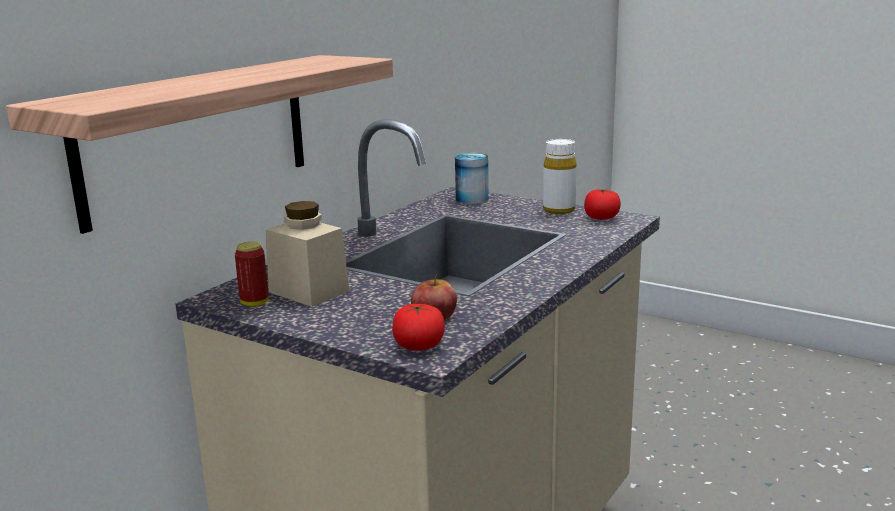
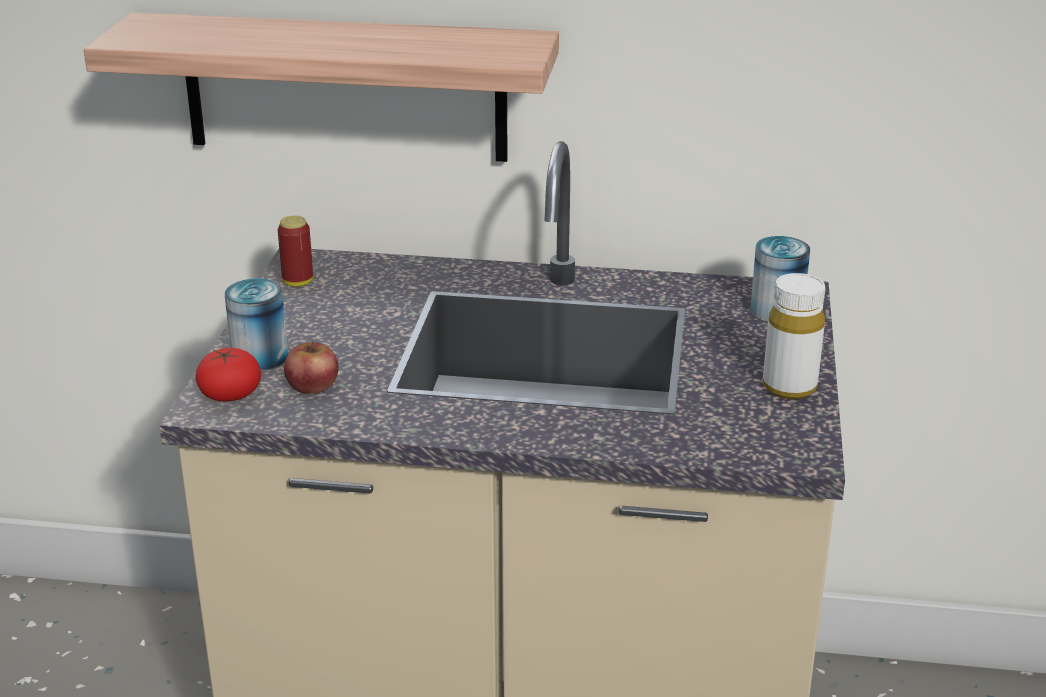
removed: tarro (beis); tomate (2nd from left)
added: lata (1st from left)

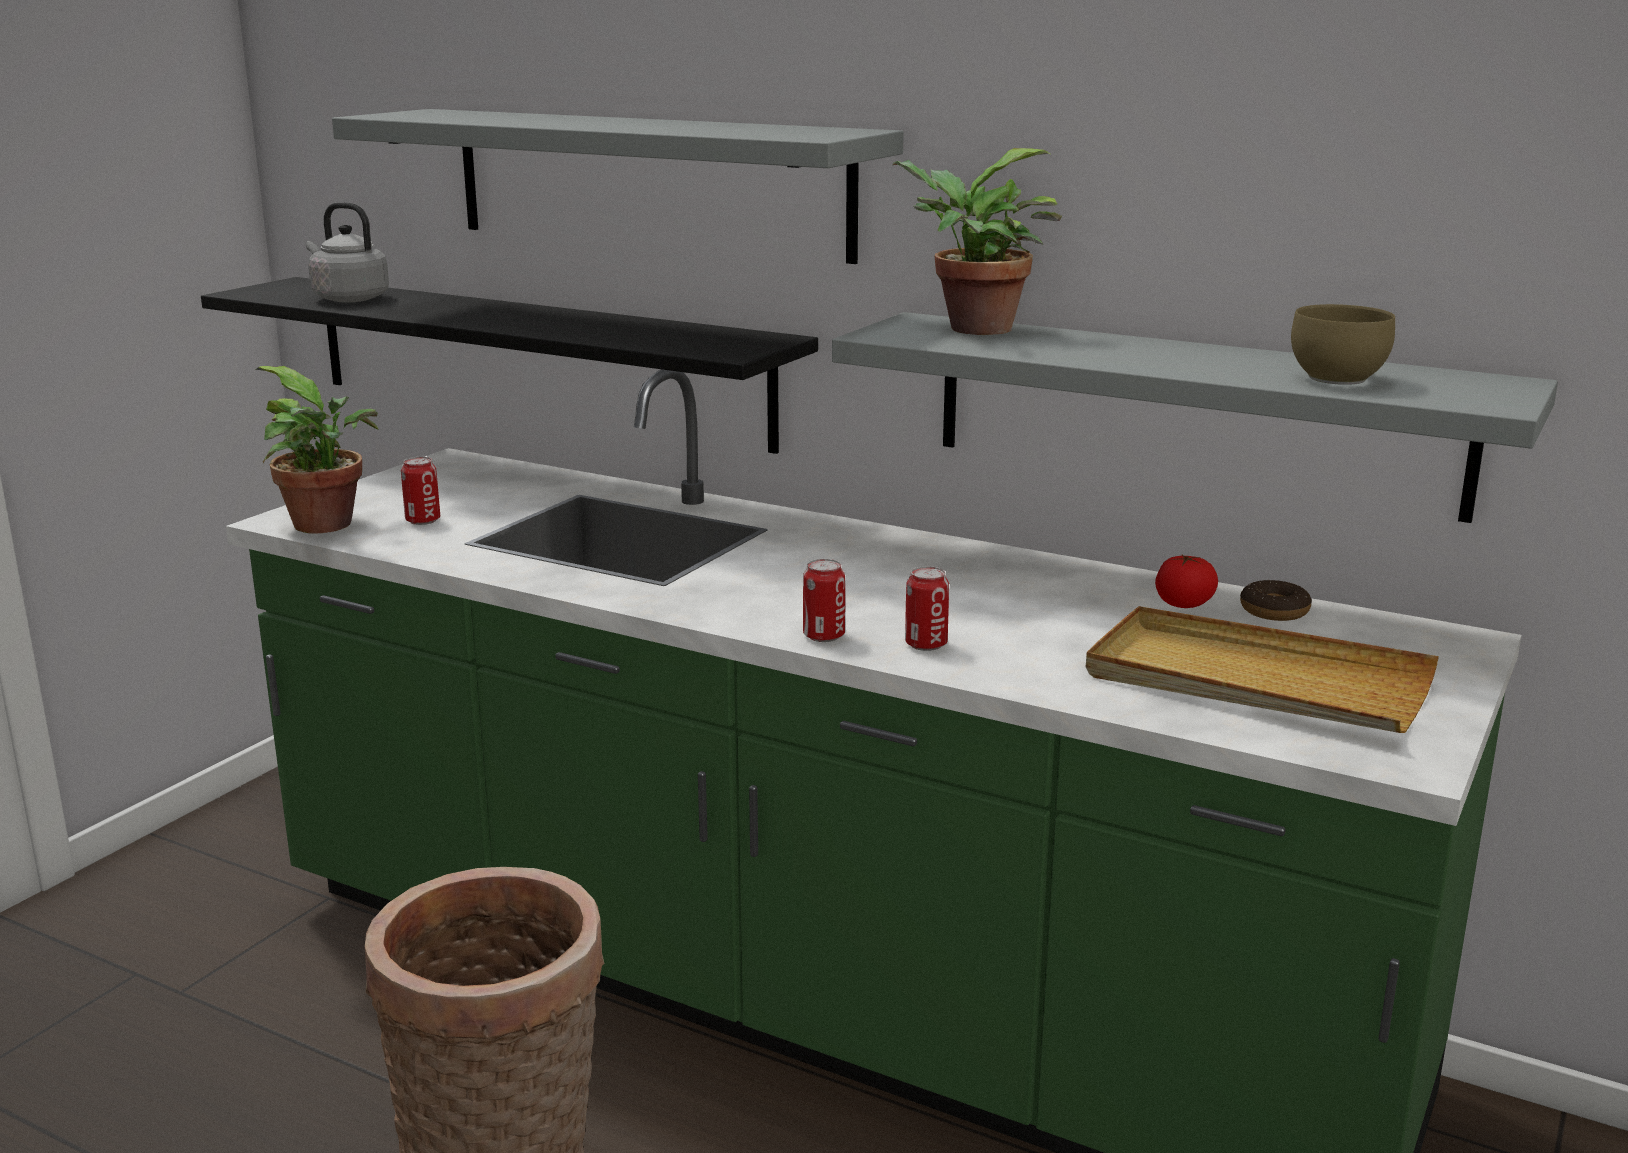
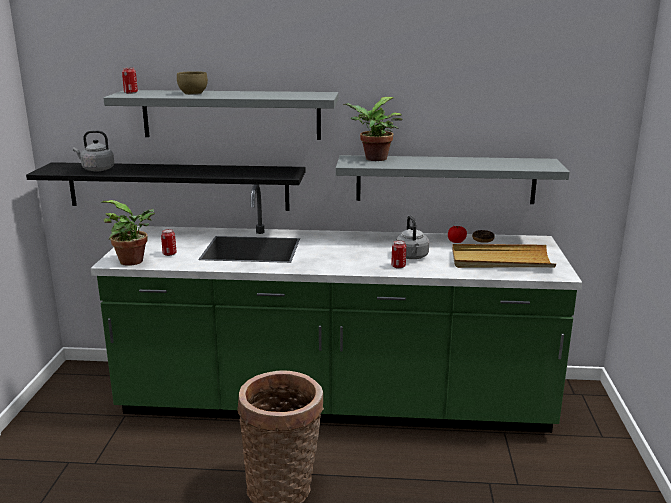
added: hervidor (gris) (2nd from left)
moved: lata (2nd from left in the first image) to lata (1st from left); cuenco (marrón)

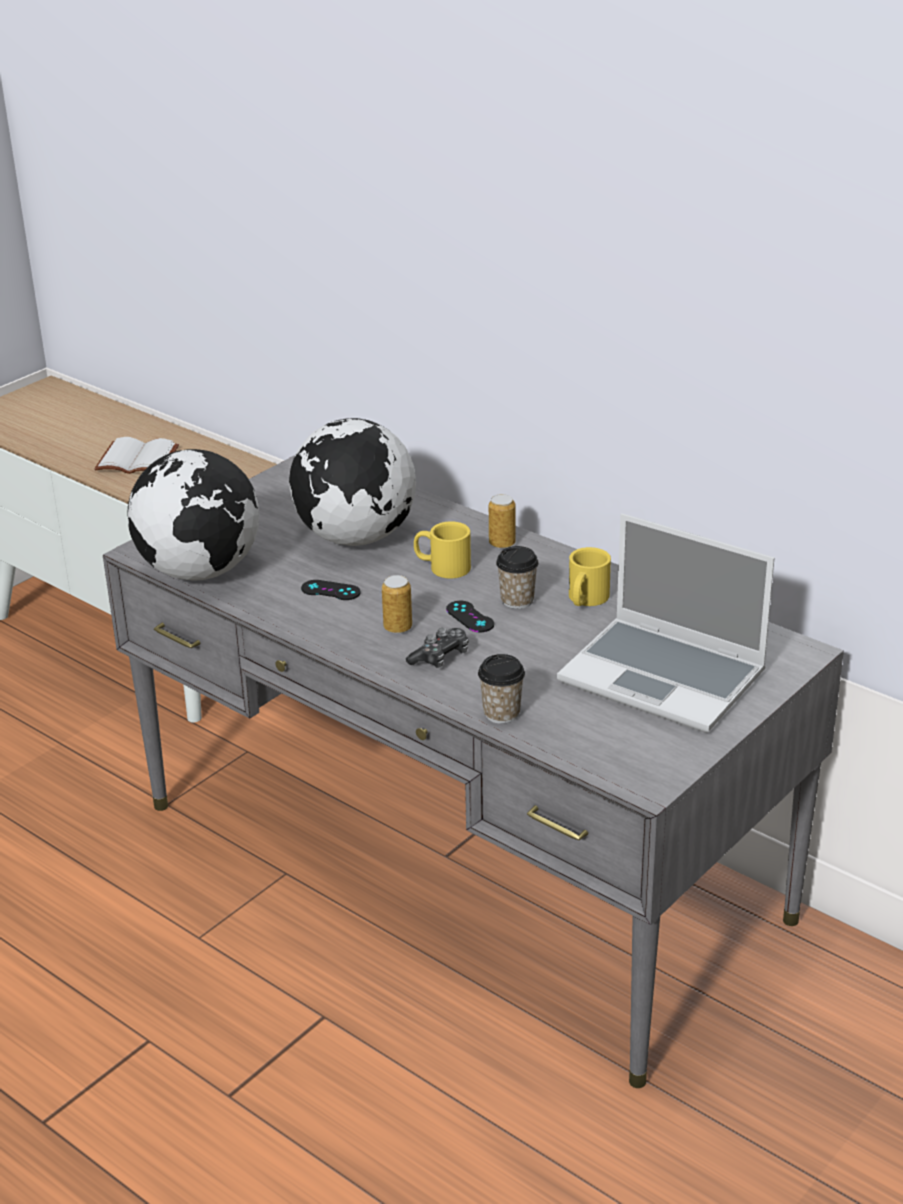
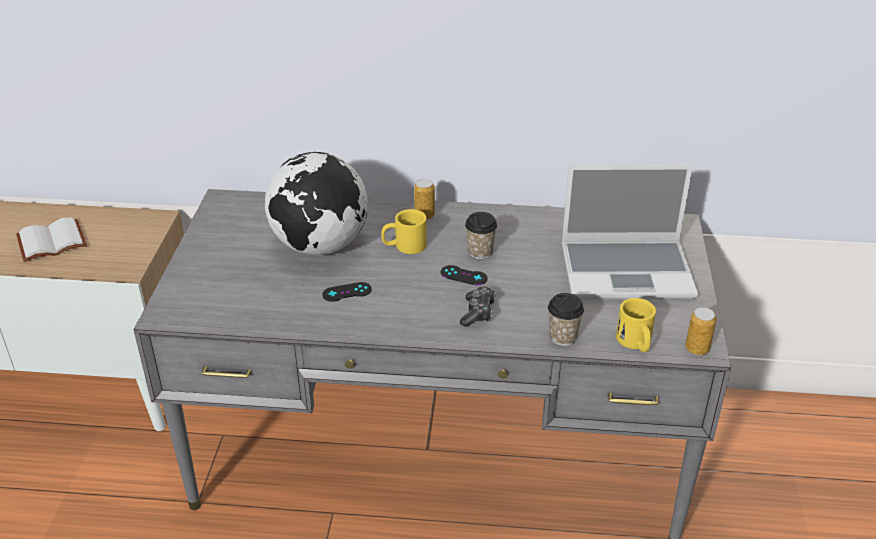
removed: globo terráqueo (1st from left)
moved: lata (1st from left in the first image) to lata (2nd from left); taza grande (amarillo) (2nd from left)

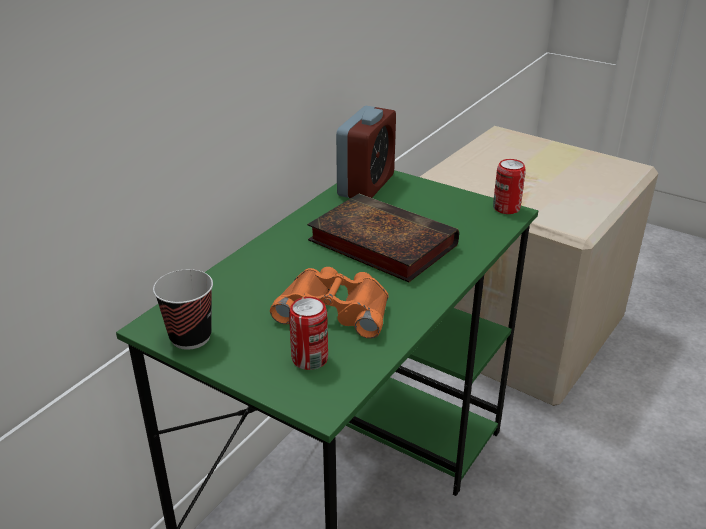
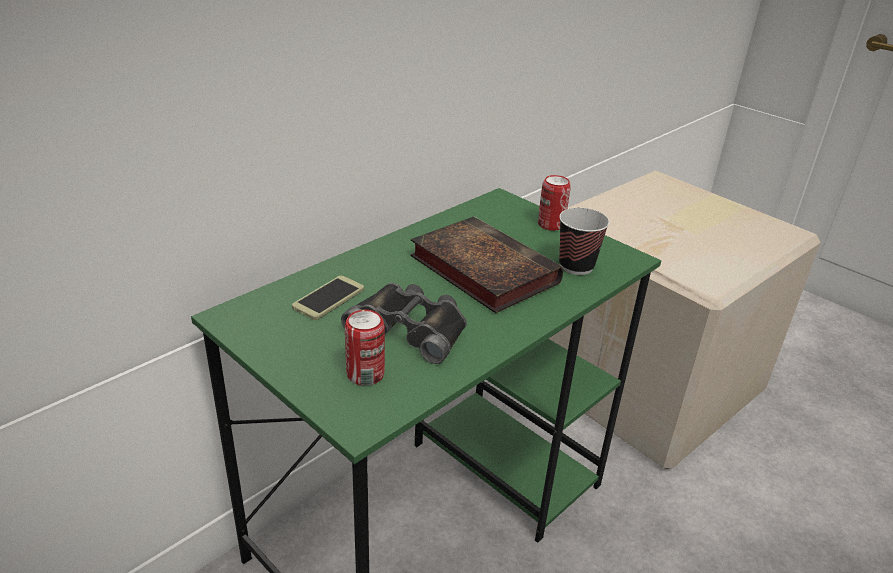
removed: despertador
added: móvil
moved: taza; lata (2nd from left)
recoloured: prismáticos (naranja) to prismáticos (negro)

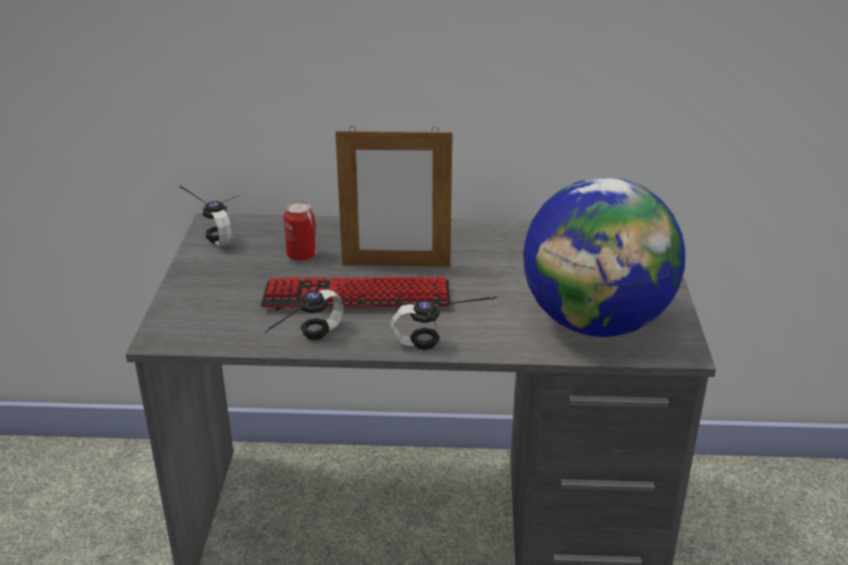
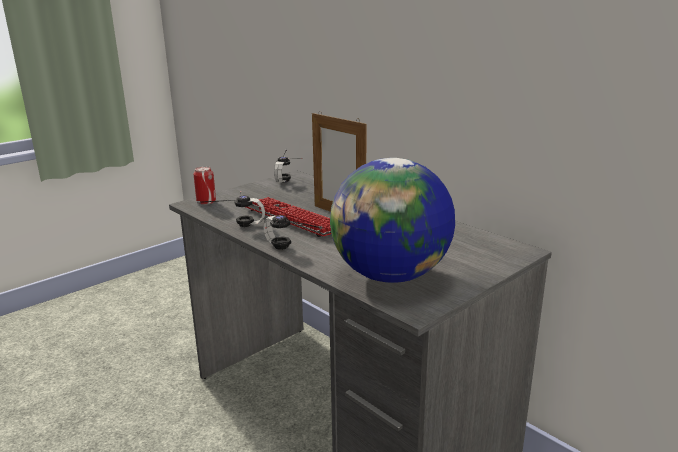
moved: lata

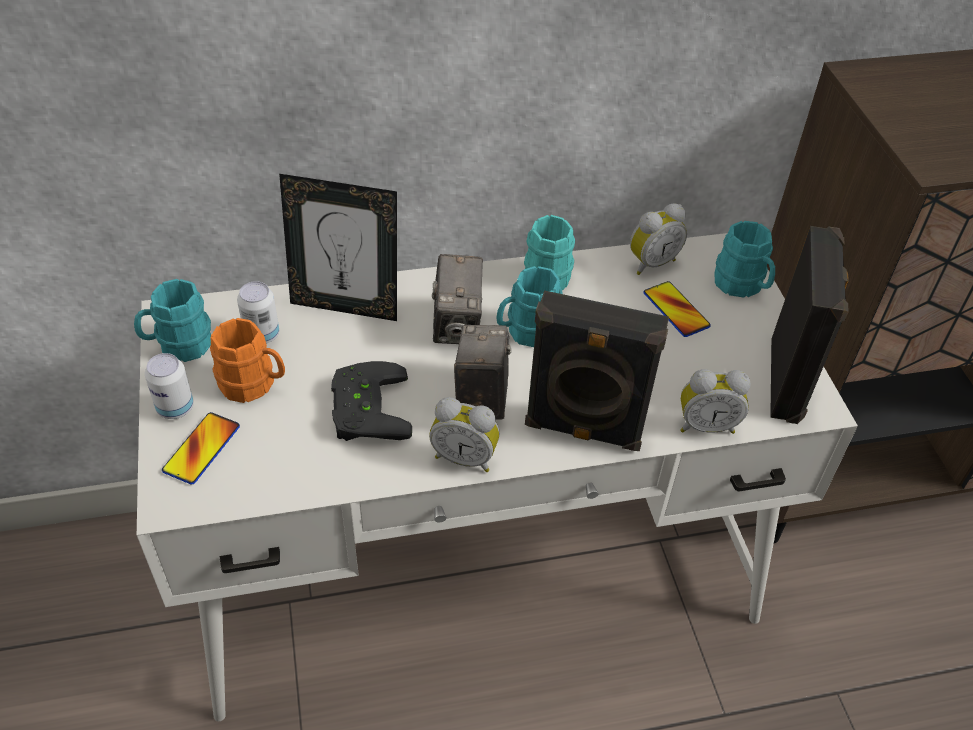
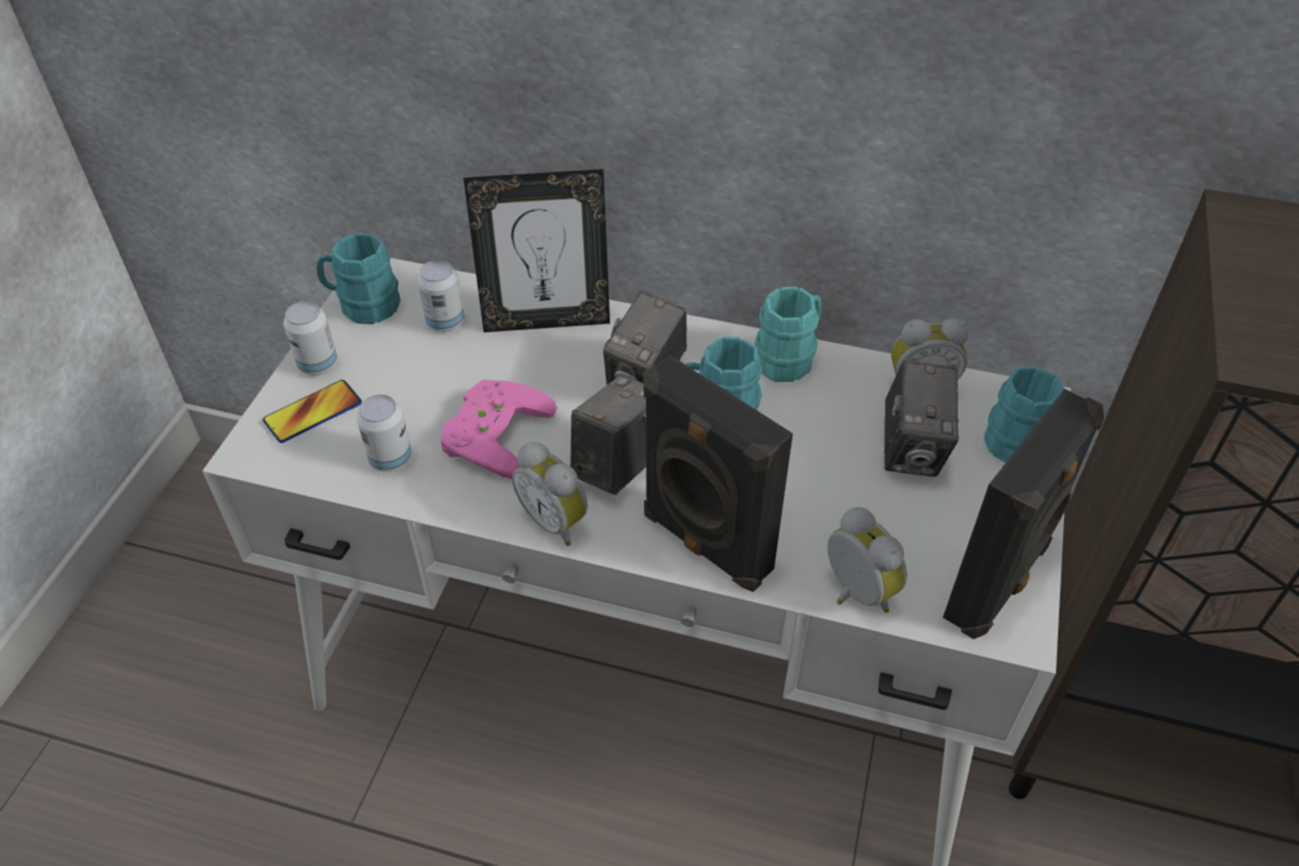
removed: taza grande (naranja)
added: lata (2nd from left)
replaced: móvil (2nd from left) to cámara (3rd from left)
recoloured: mando de consola (negro) to mando de consola (rosa)
turned: portarretratos 45 degrees counterclockwise; despertador (3rd from left in the first image) 150 degrees counterclockwise

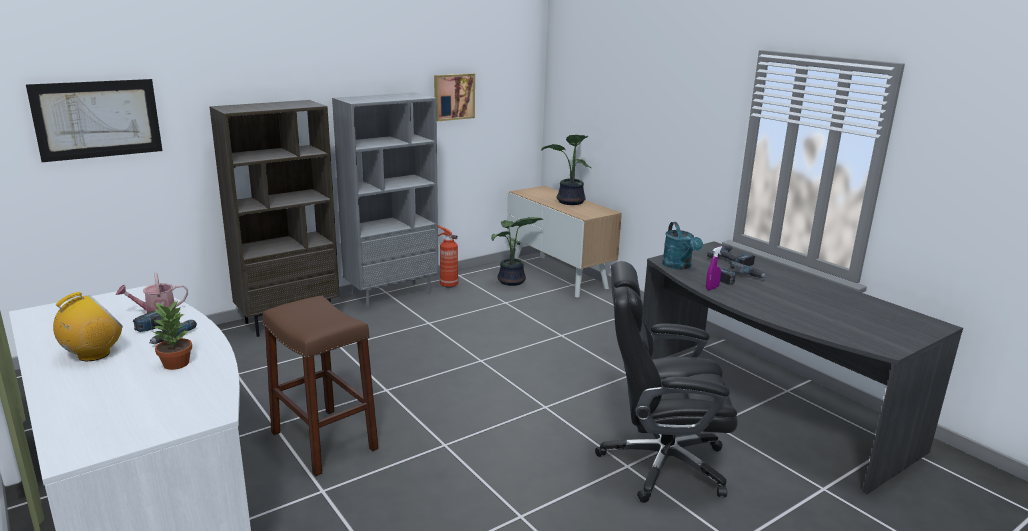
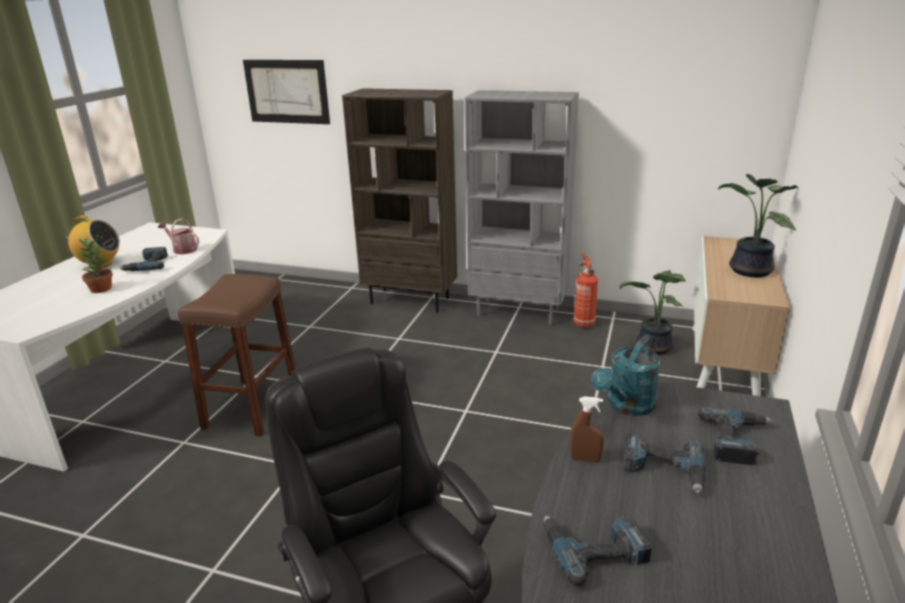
removed: cuadro (2nd from left)
added: taladro (2nd from left)
recoloured: pulverizador (morado) to pulverizador (marrón)

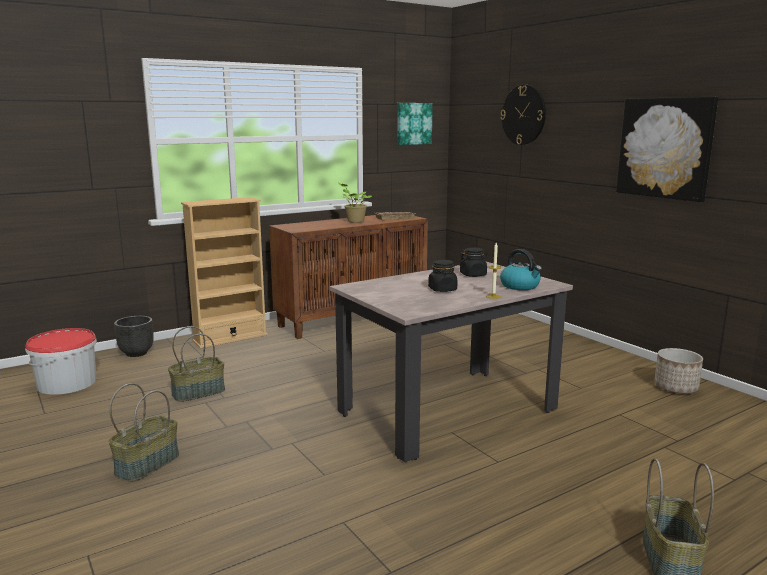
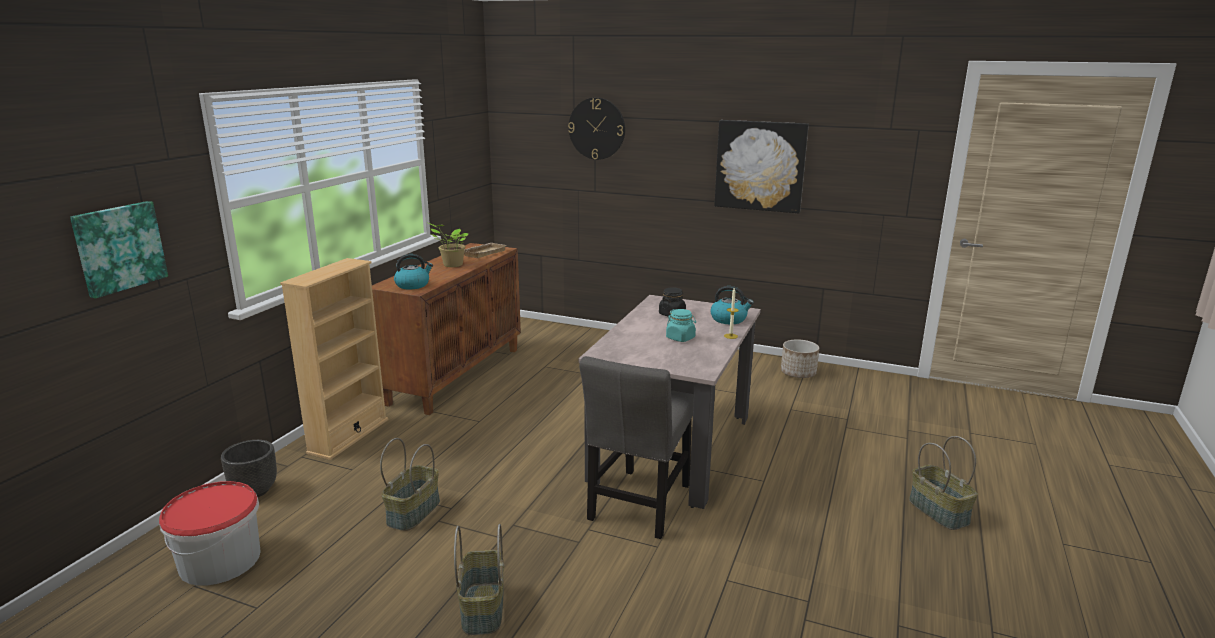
added: hervidor (1st from left); silla (gris)
moved: cuadro (1st from left)
recoloured: tarro (negro) (1st from left) to tarro (turquesa)

